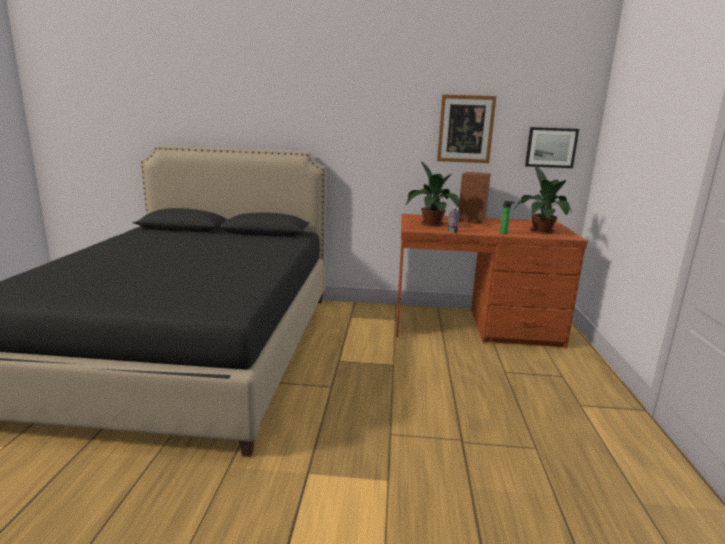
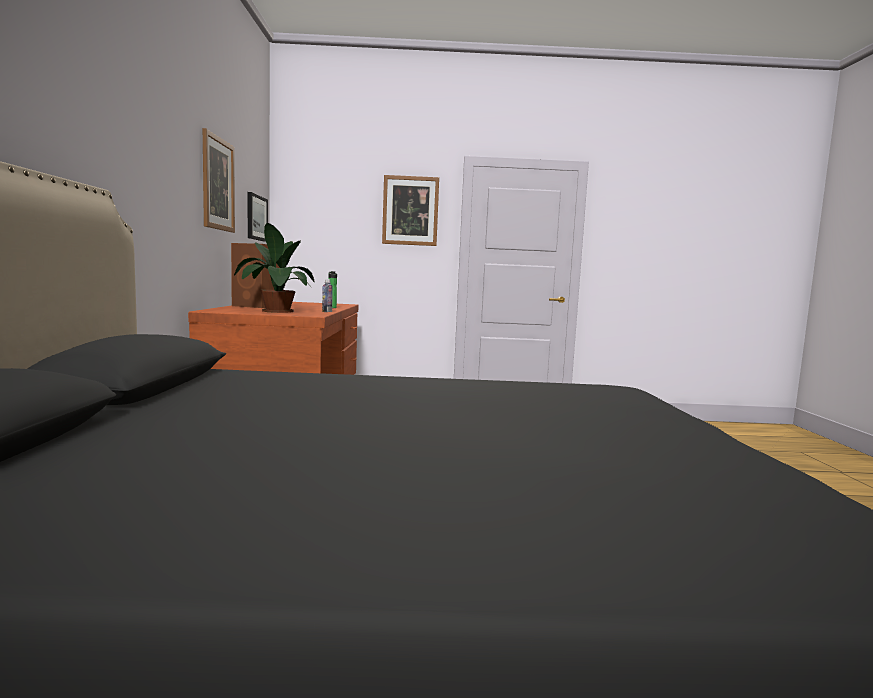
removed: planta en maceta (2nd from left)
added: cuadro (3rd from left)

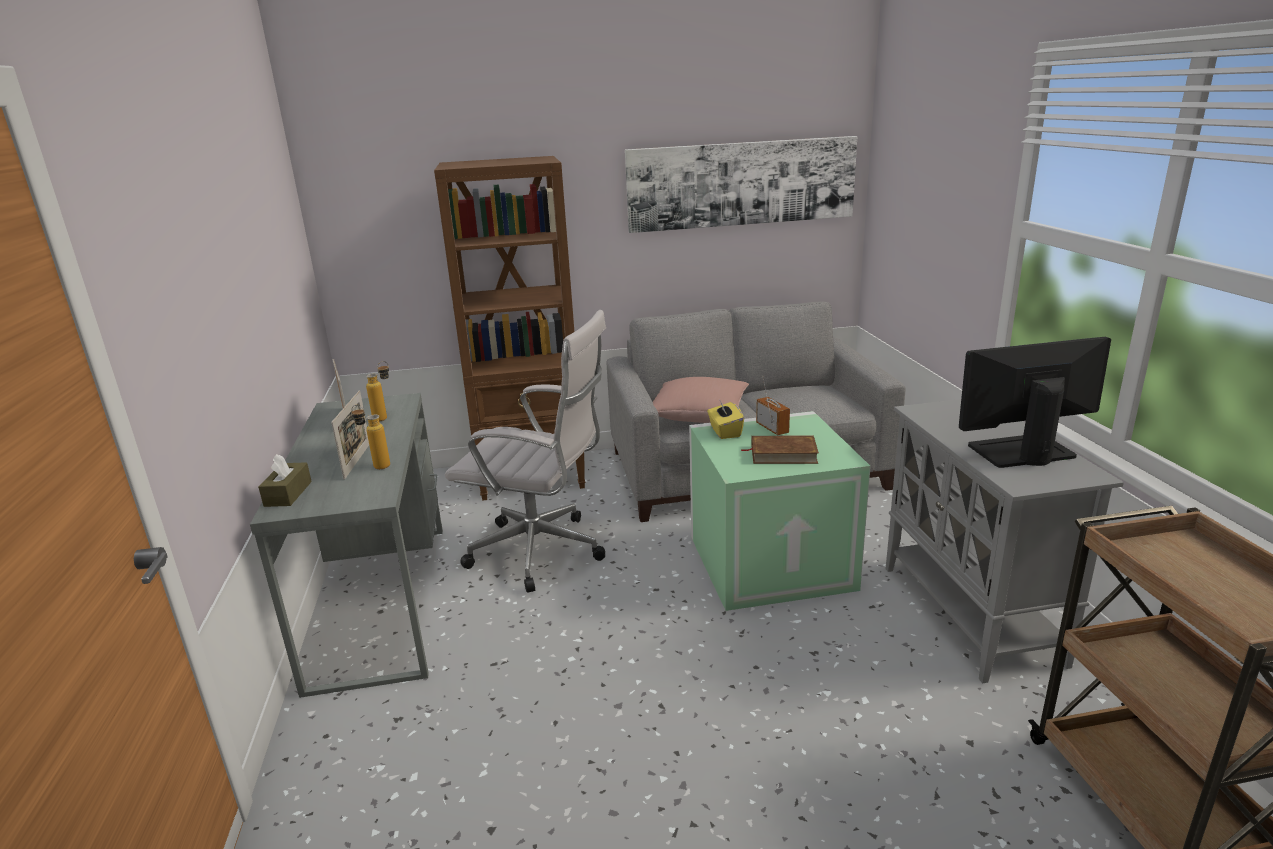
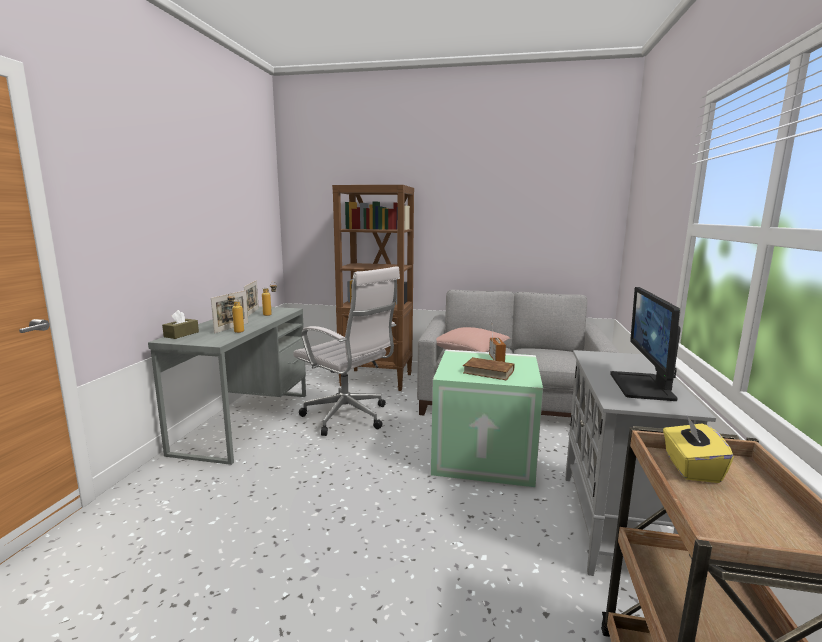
removed: cuadro
moved: caja de pañuelos (amarillo)
turned: monitor 90 degrees counterclockwise

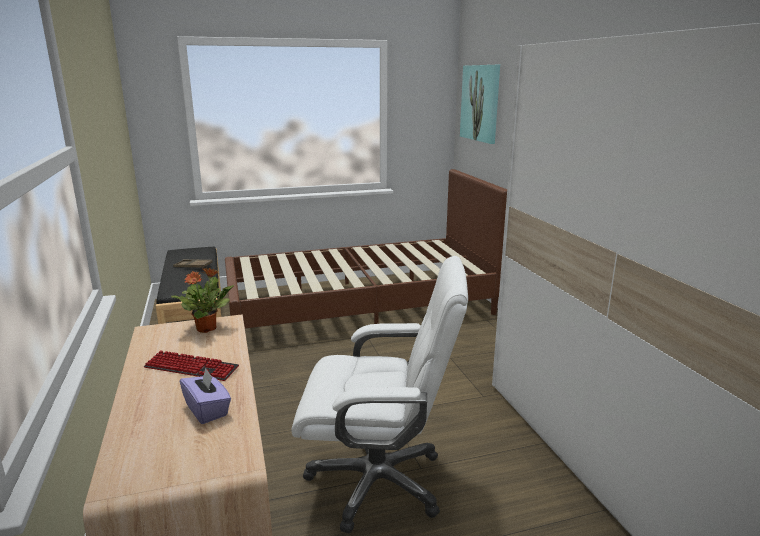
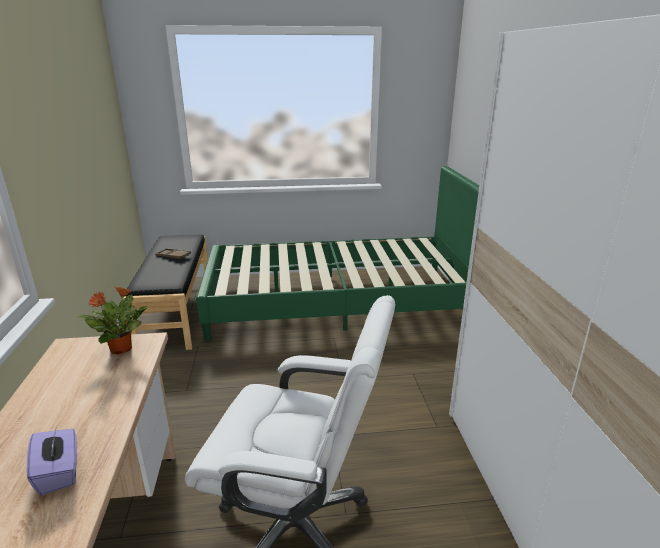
removed: teclado; cuadro
recoloured: cama (marrón) to cama (verde)

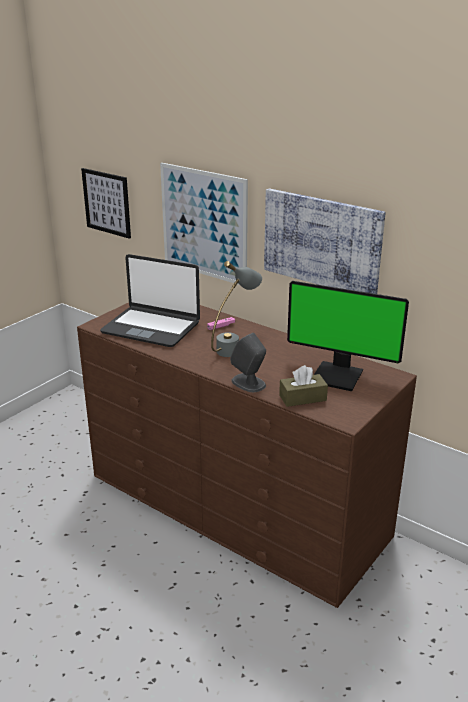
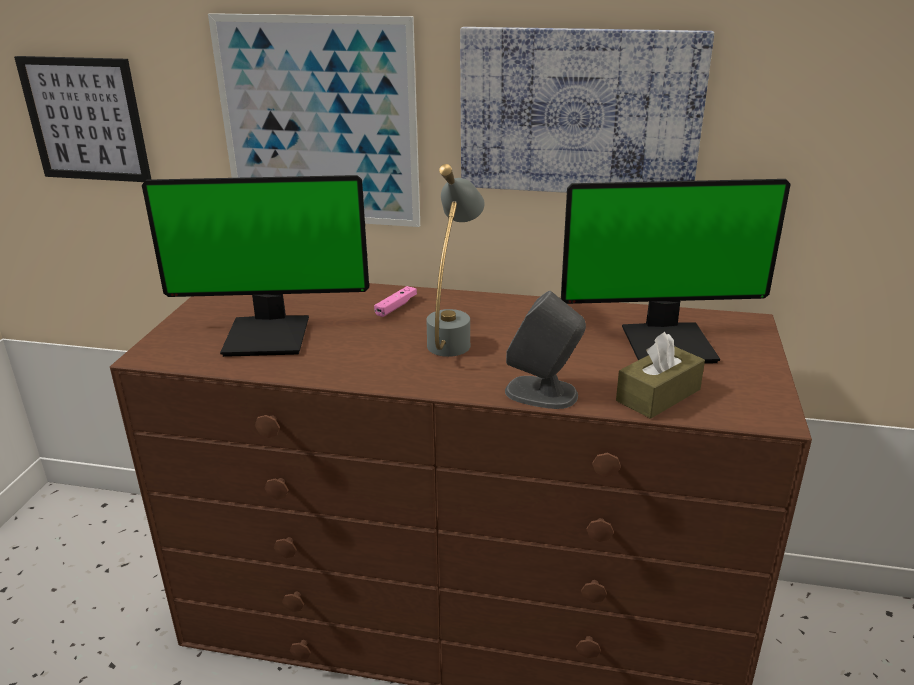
replaced: portátil to monitor (1st from left)

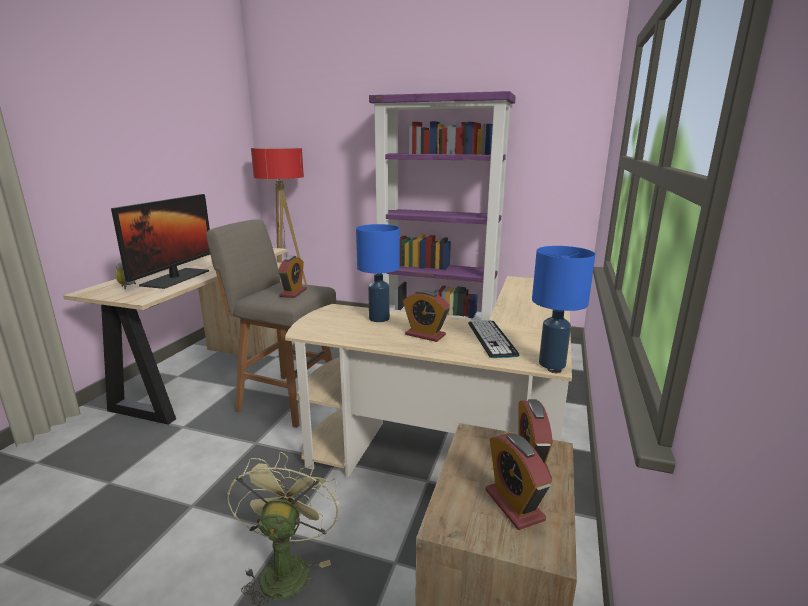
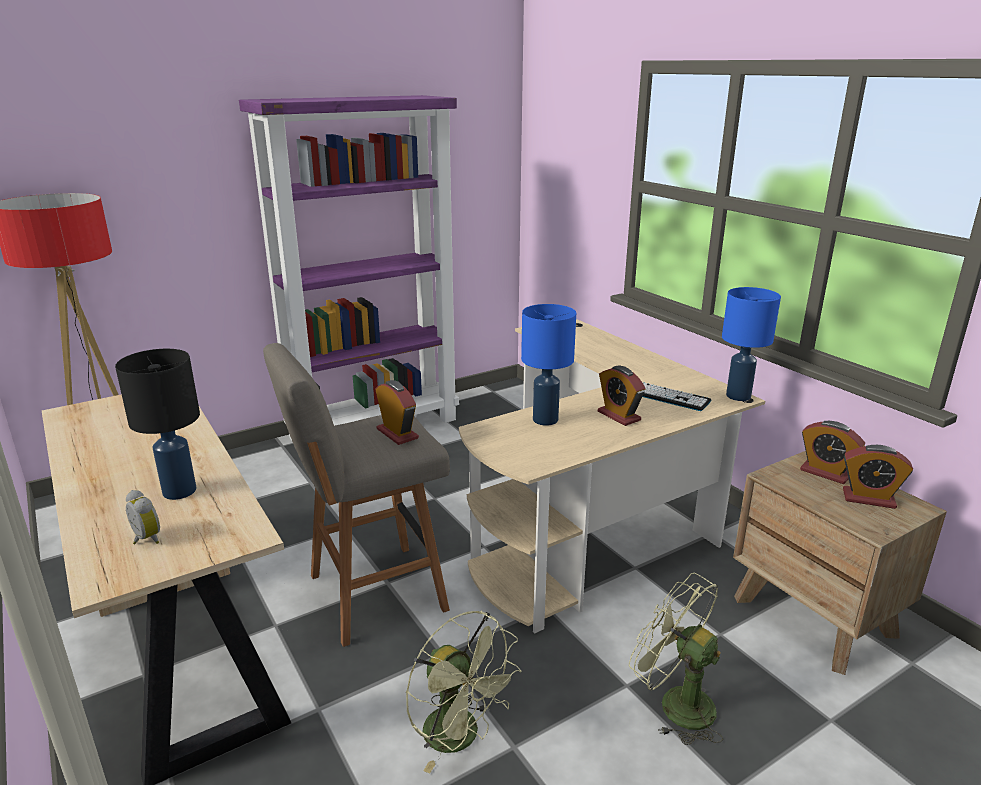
added: ventilador (verde) (1st from left)
replaced: monitor to lámpara de mesa (negro)
turned: despertador (3rd from left) 75 degrees clockwise

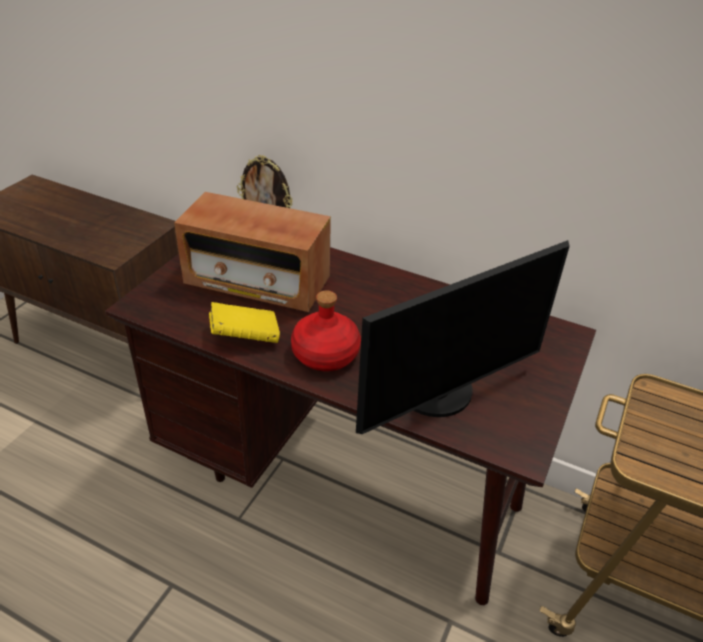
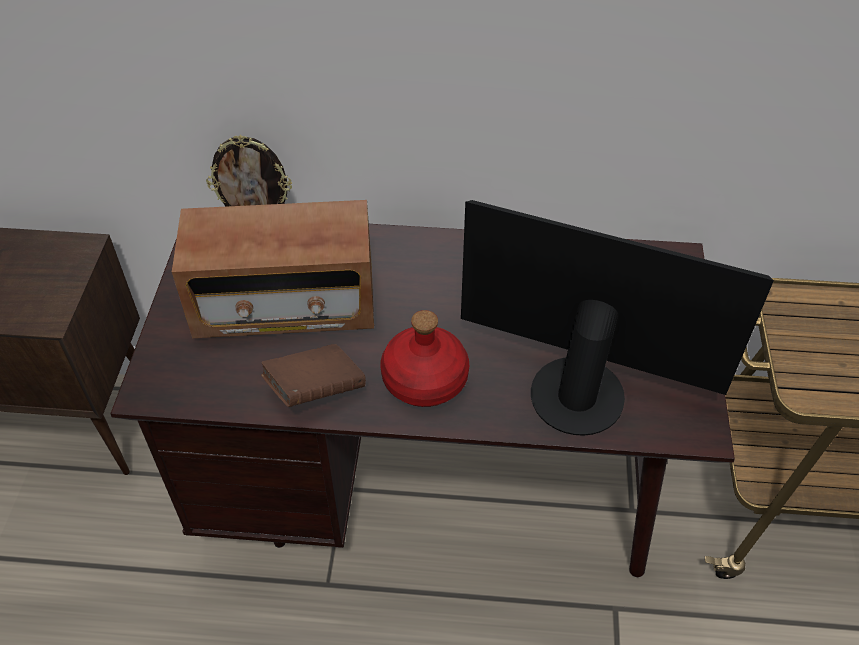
recoloured: libro (amarillo) to libro (marrón)
turned: monitor 105 degrees counterclockwise

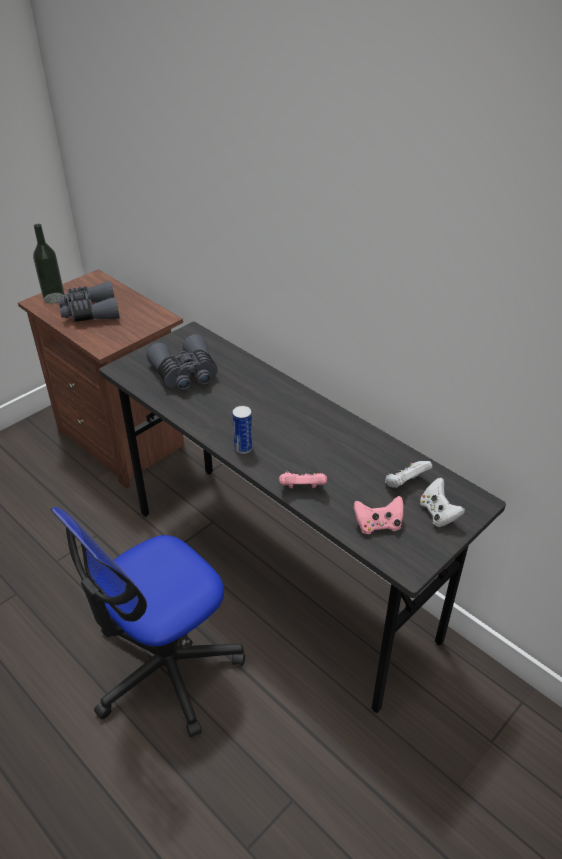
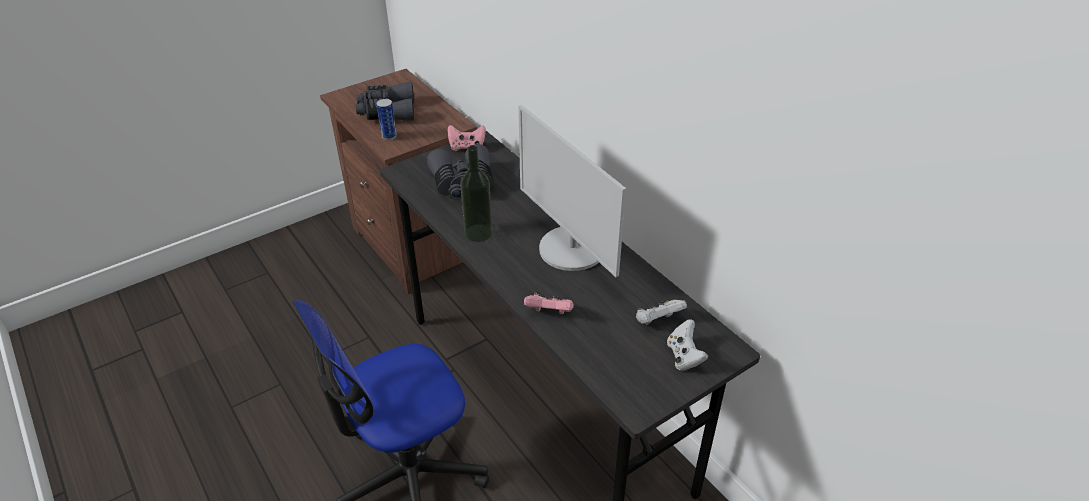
added: monitor
moved: botella; lata; mando de consola (rosa) (2nd from left in the first image) to mando de consola (rosa) (1st from left)

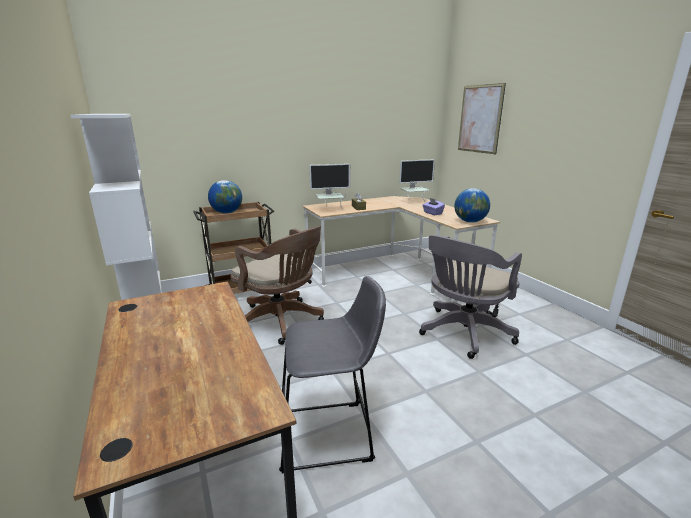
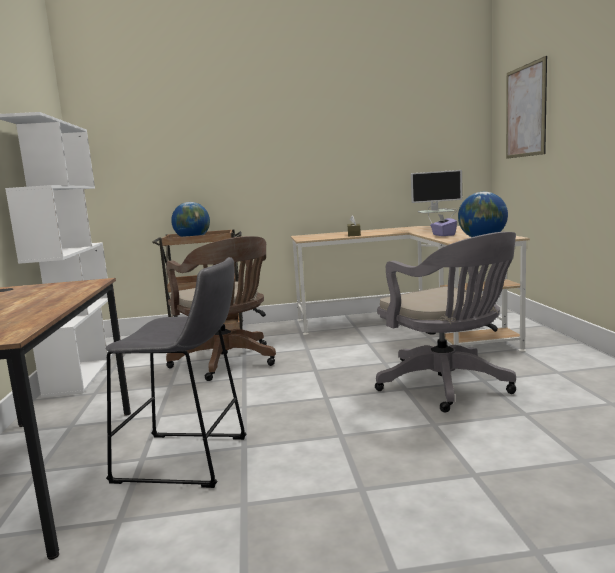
removed: monitor (1st from left)
turned: silla de oficina (gris) 90 degrees counterclockwise

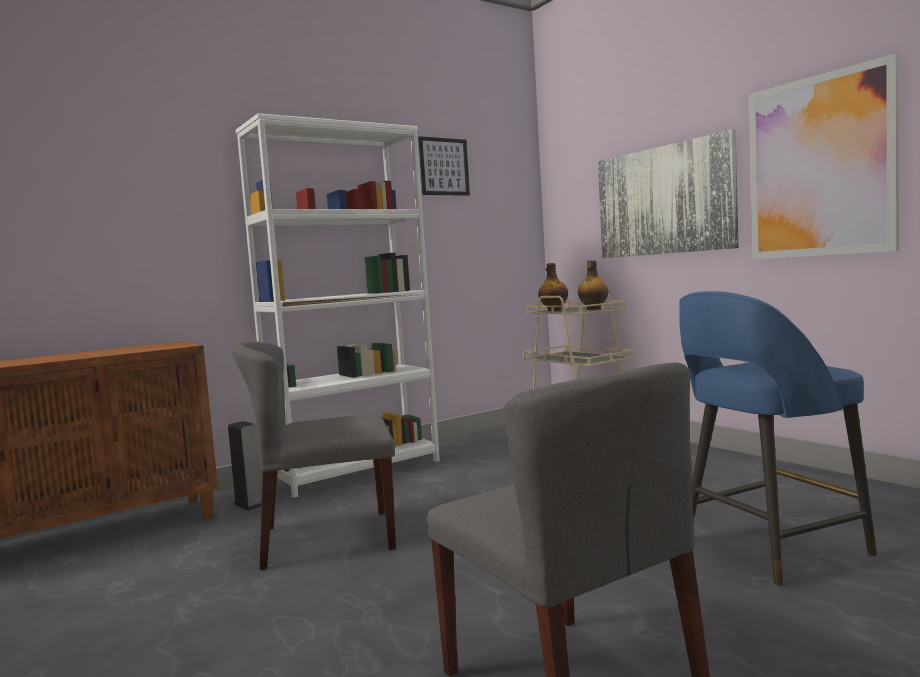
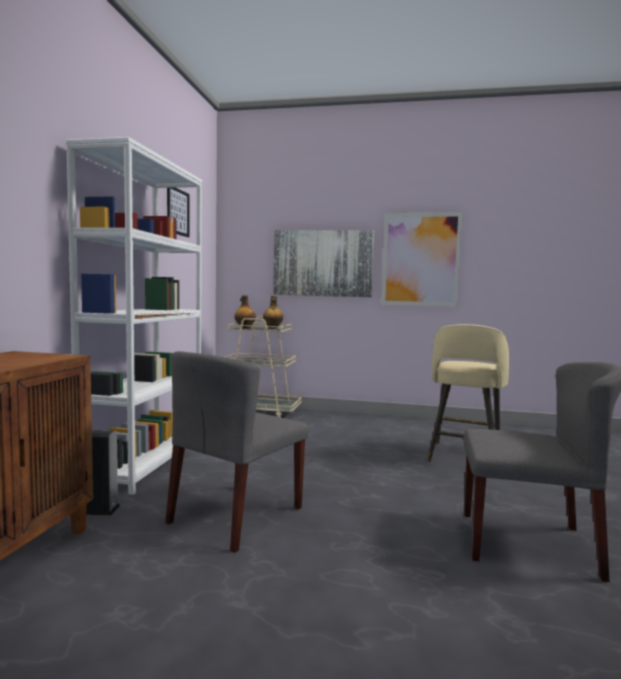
recoloured: taburete (azul) to taburete (beis)

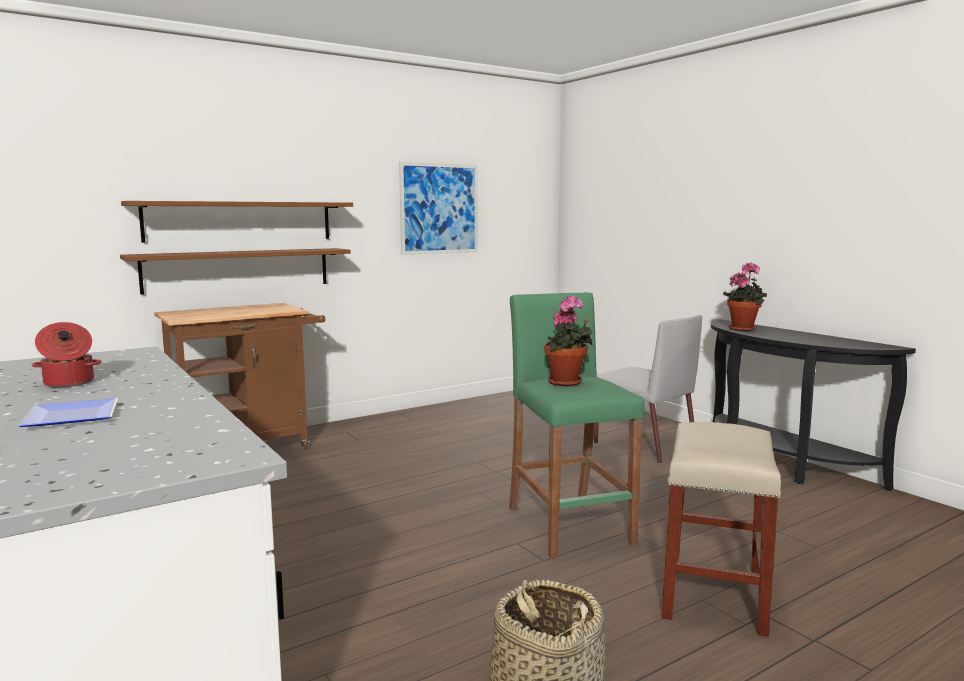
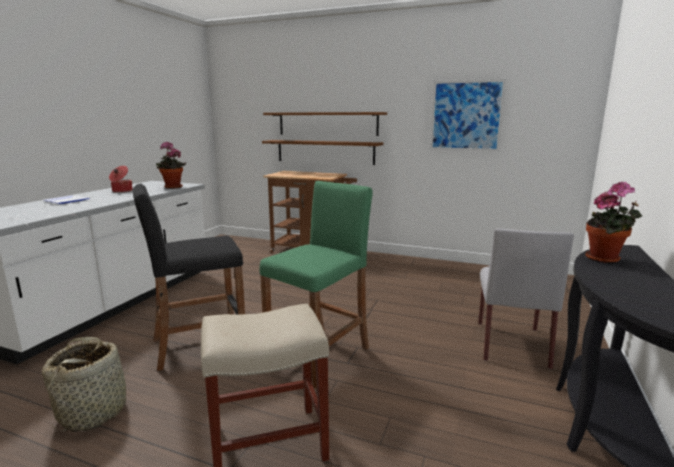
added: taburete (negro)
moved: planta en maceta (1st from left)

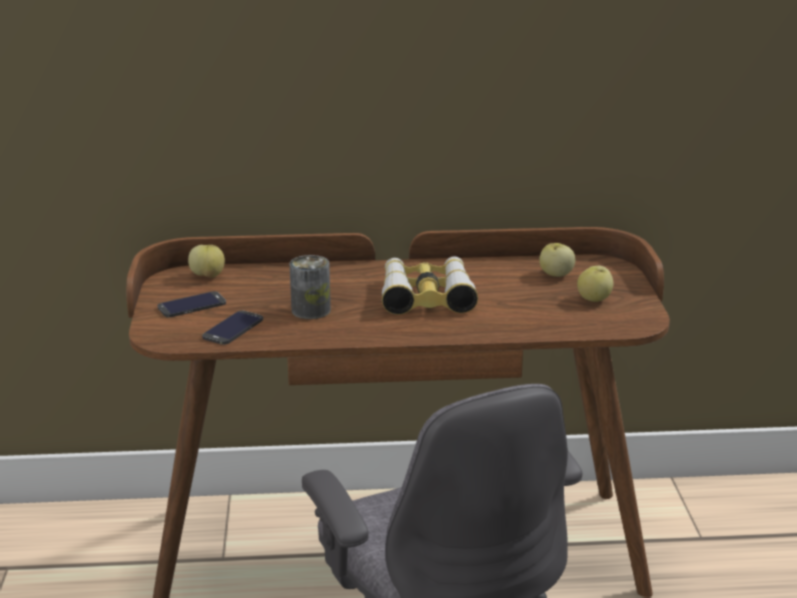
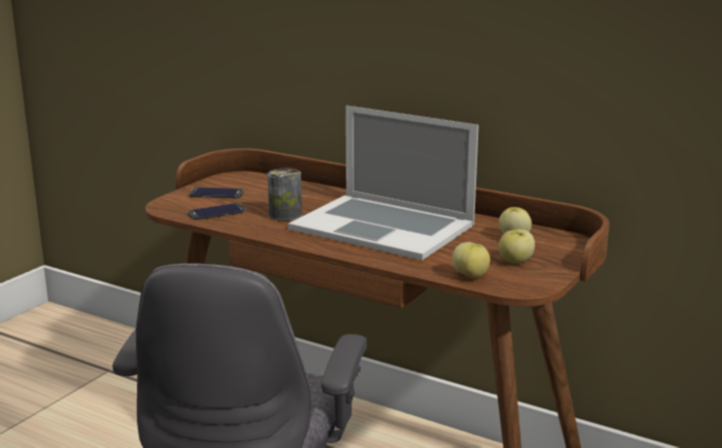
moved: manzana (1st from left)
replaced: prismáticos to portátil

